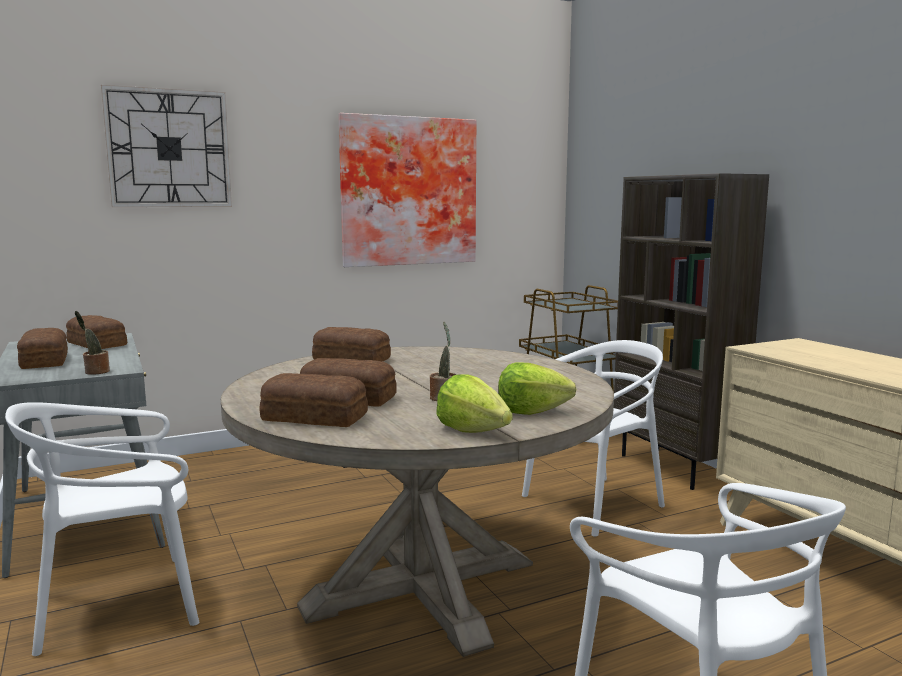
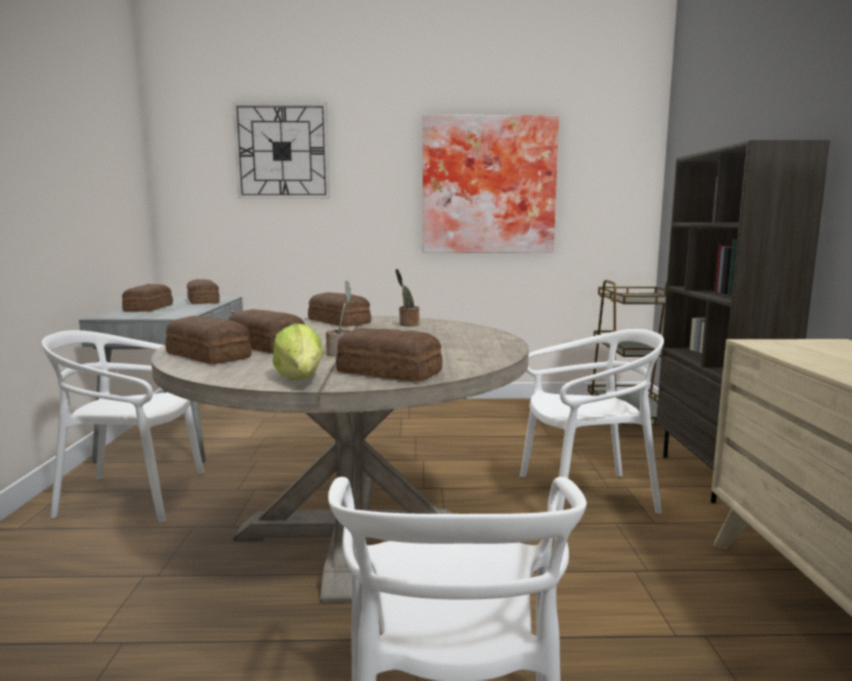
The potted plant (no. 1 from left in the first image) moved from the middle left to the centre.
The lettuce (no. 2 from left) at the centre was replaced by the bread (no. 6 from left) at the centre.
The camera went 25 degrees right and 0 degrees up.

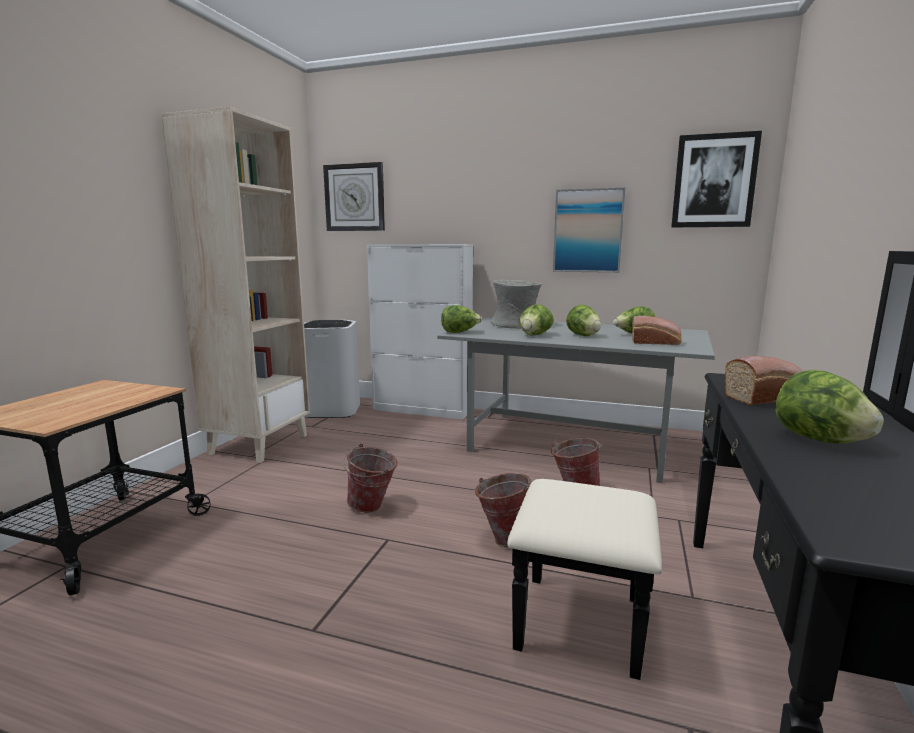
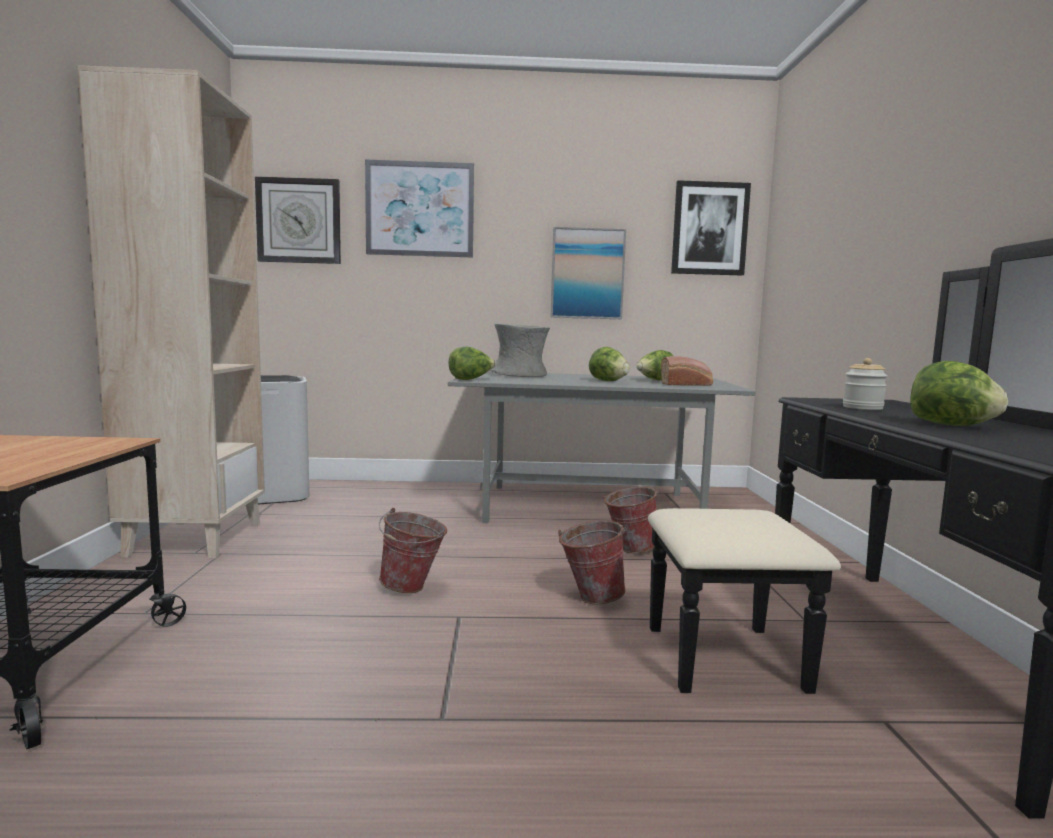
The white cabinet at the centre disappeared.
The lettuce (no. 2 from left) at the centre disappeared.
The bread (no. 2 from left) at the middle right was replaced by the jar at the middle right.
The picture (no. 1 from left) at the top centre appeared.
The camera went 20 degrees left and 5 degrees down.

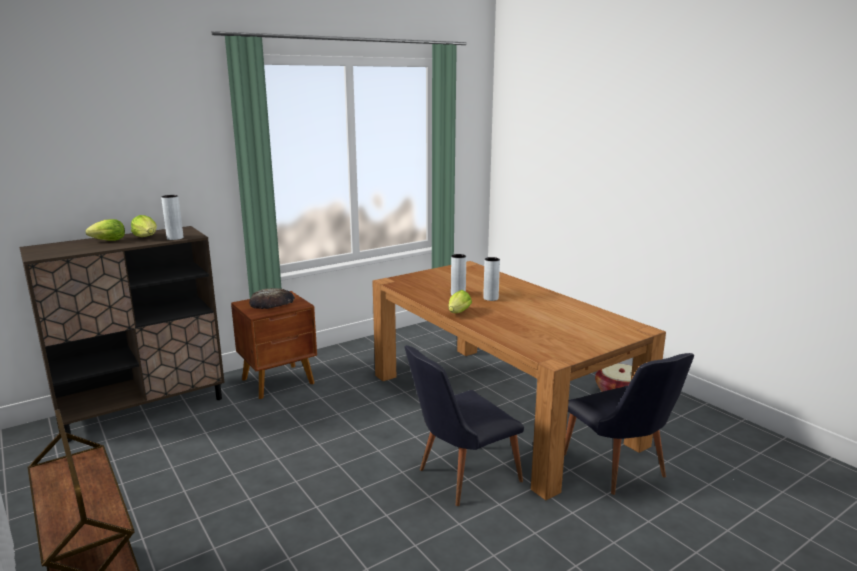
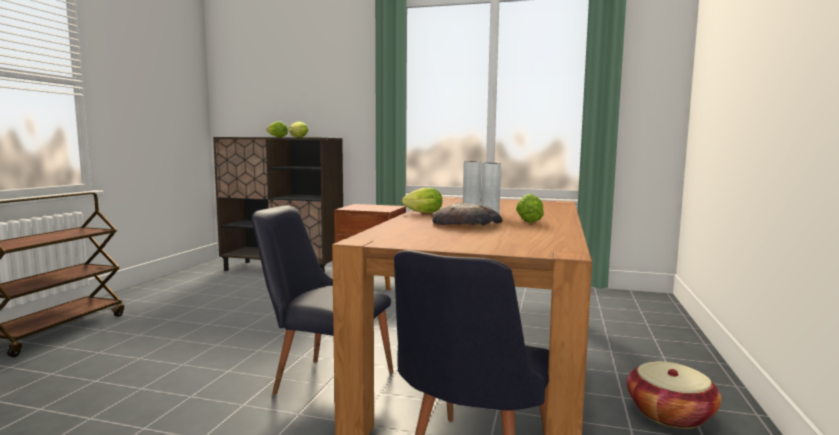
The grey vase (no. 1 from left) at the middle left disappeared.
The bread moved from the middle left to the centre.
The lettuce (no. 4 from left) at the centre appeared.
The camera went 50 degrees right and 10 degrees down.

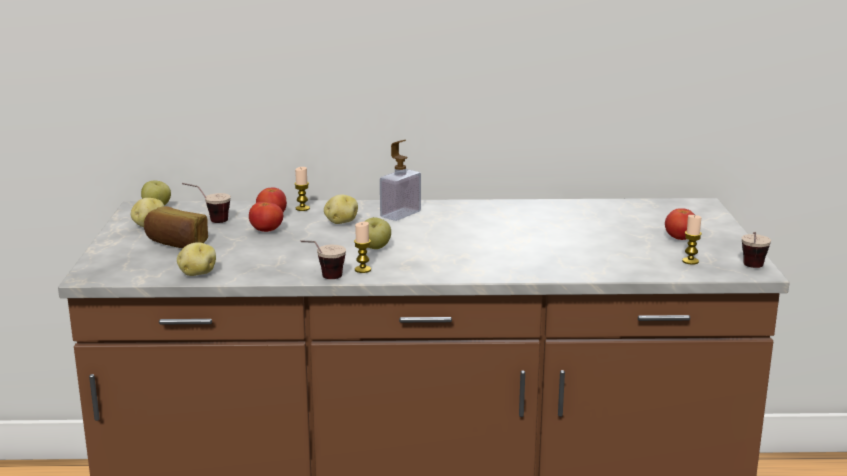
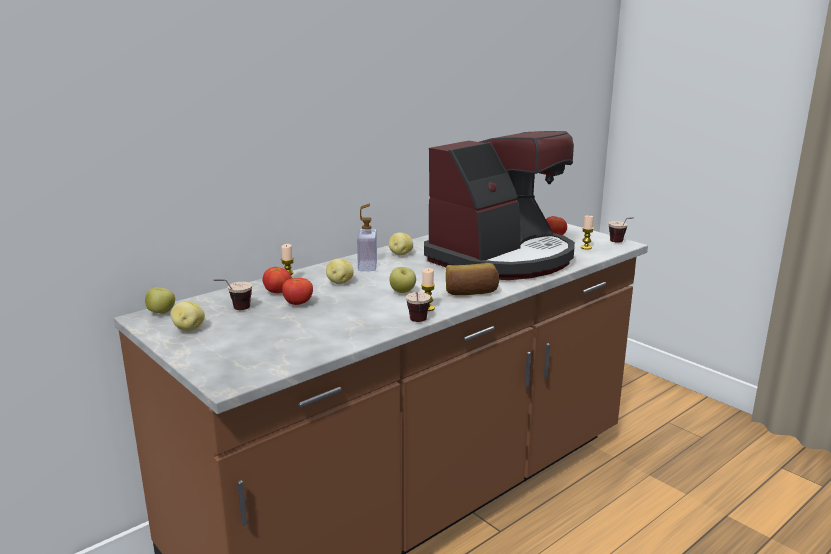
The bread moved from the middle left to the centre.
The potato (no. 2 from left in the first image) moved from the middle left to the centre.
The coffee machine at the centre appeared.
The camera went 40 degrees left and 0 degrees up.

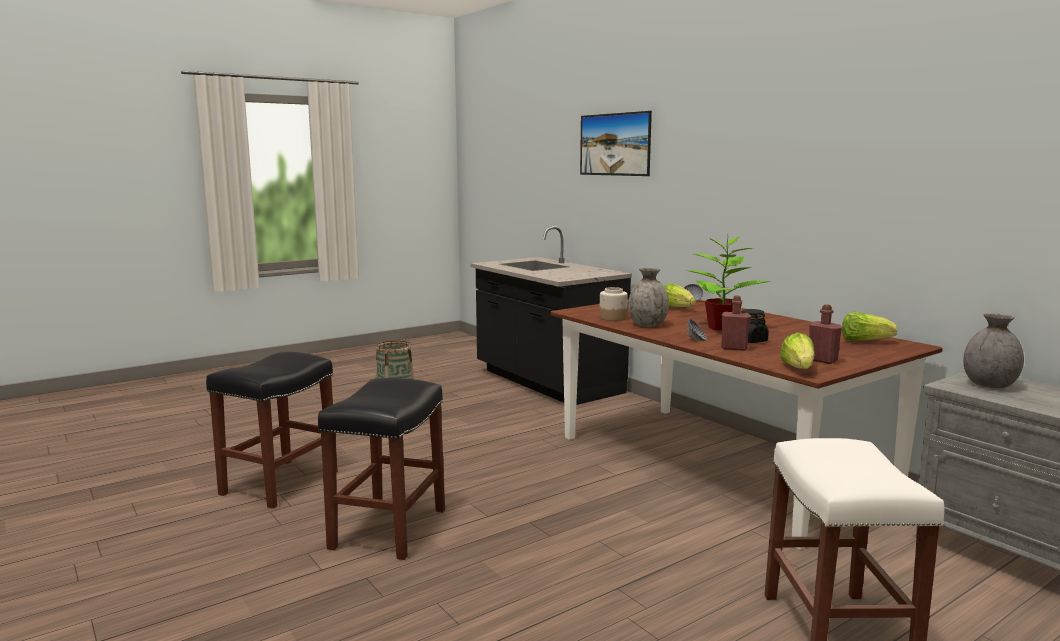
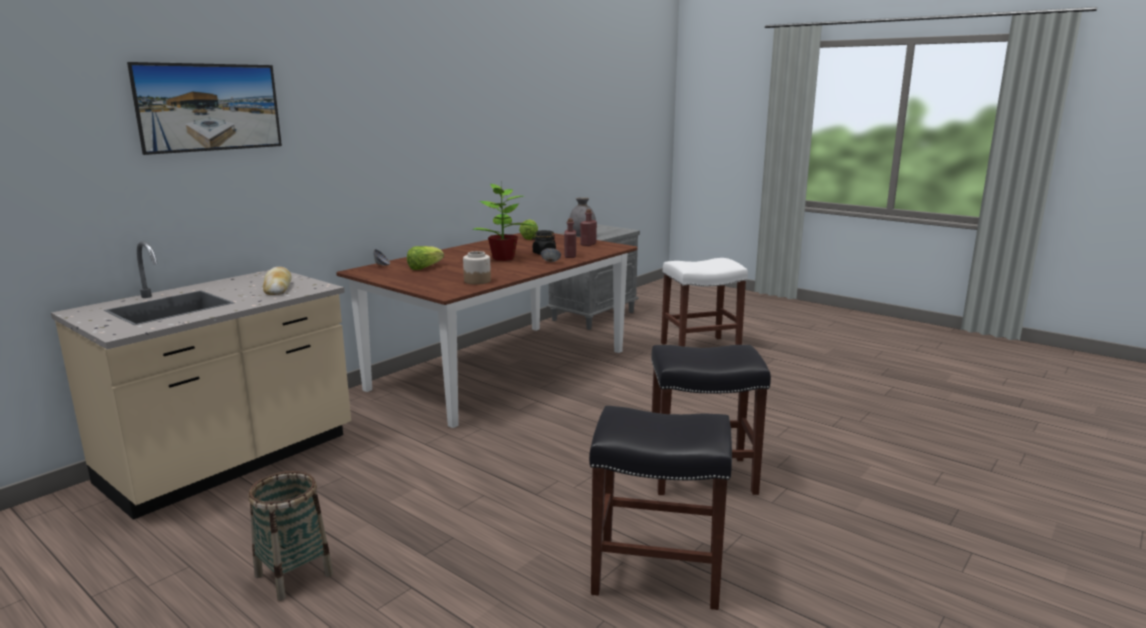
The black counter at the centre became the beige counter at the middle left.
The grey vase (no. 1 from left) at the centre disappeared.
The lettuce (no. 2 from left) at the middle right disappeared.
The bread at the middle left appeared.
The camera went 105 degrees left and 5 degrees up.

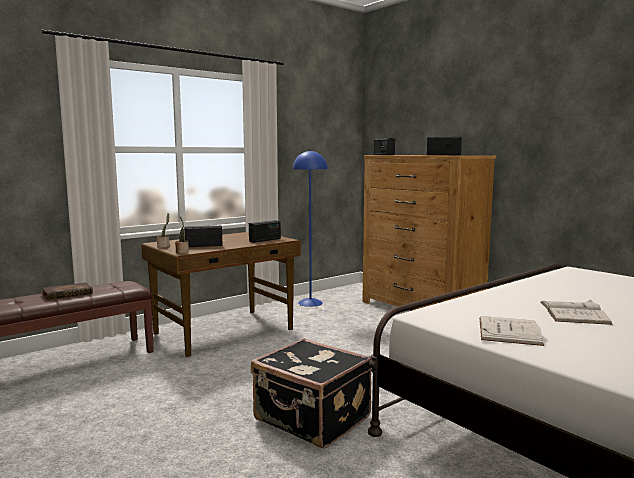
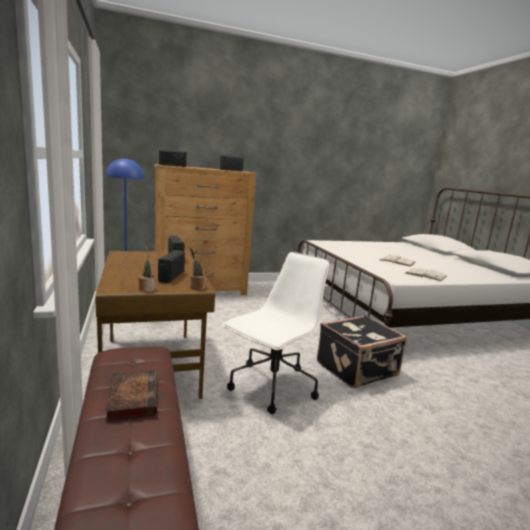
The white office chair at the centre appeared.
The camera went 70 degrees left and 5 degrees up.

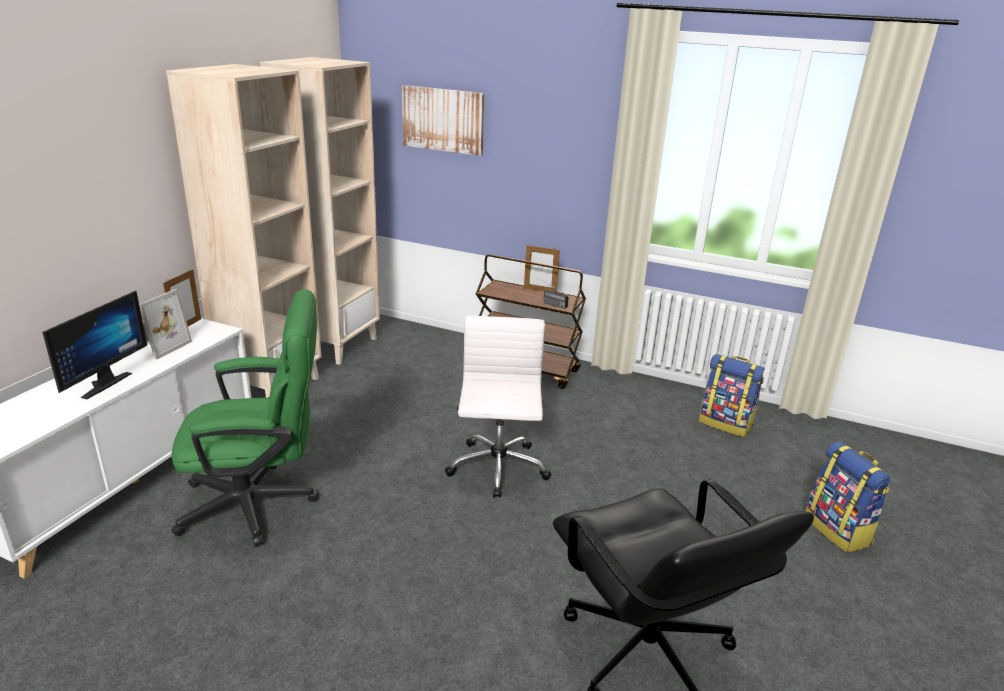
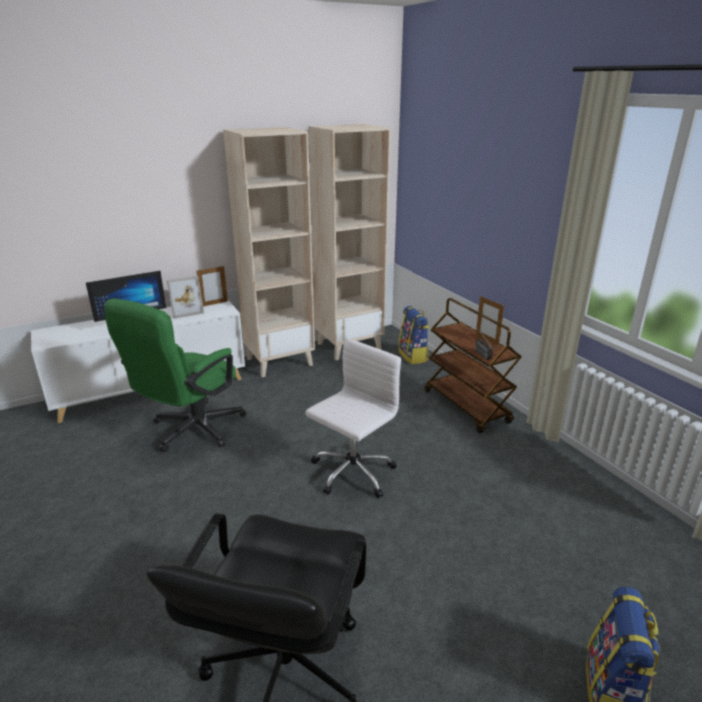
The picture at the top centre disappeared.
The green office chair at the middle left turned 90 degrees clockwise.
The backpack (no. 1 from left) moved from the middle right to the centre.
The camera went 40 degrees right and 0 degrees up.

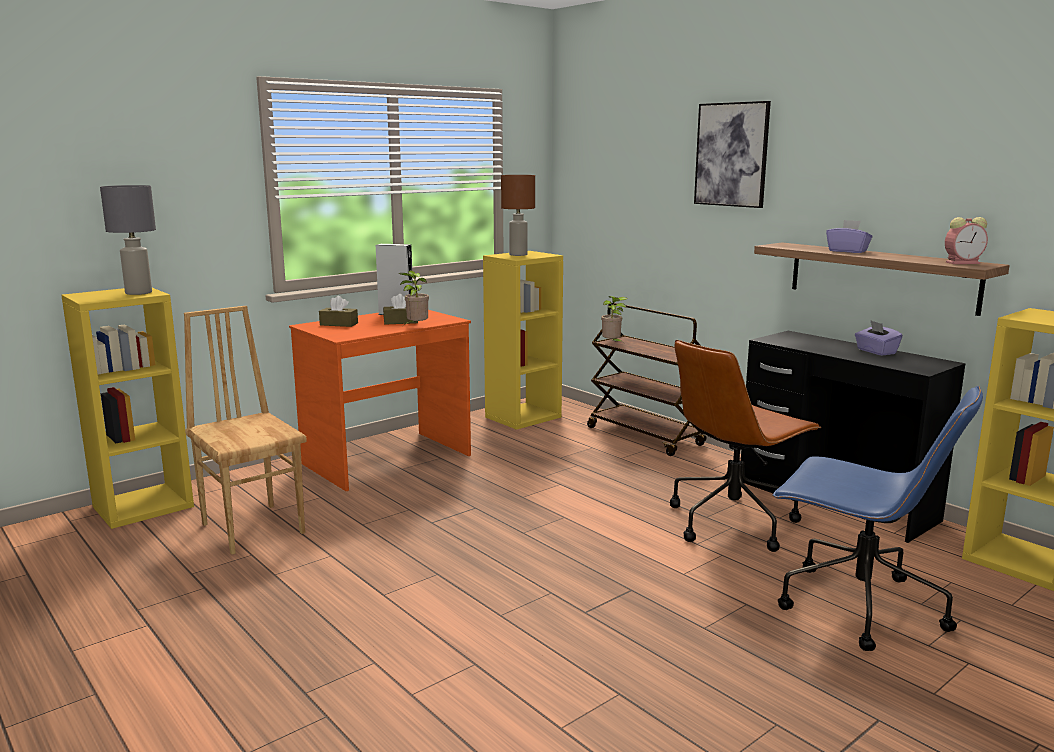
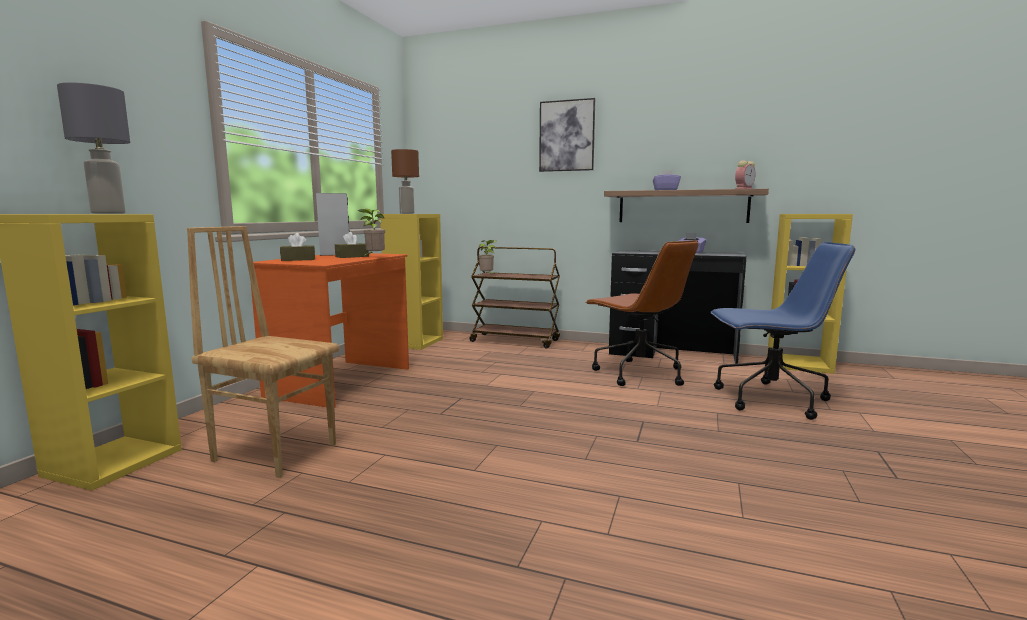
The brown office chair at the middle right turned 60 degrees counterclockwise.
The camera went 30 degrees left and 5 degrees down.

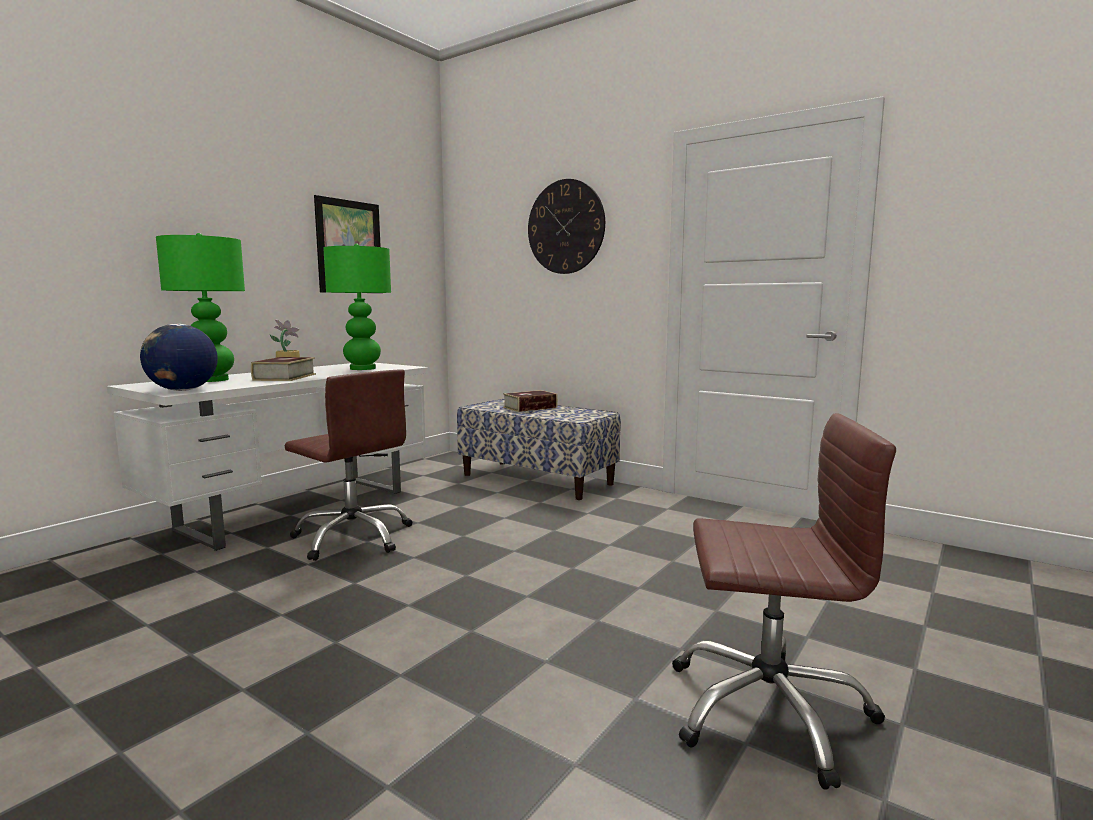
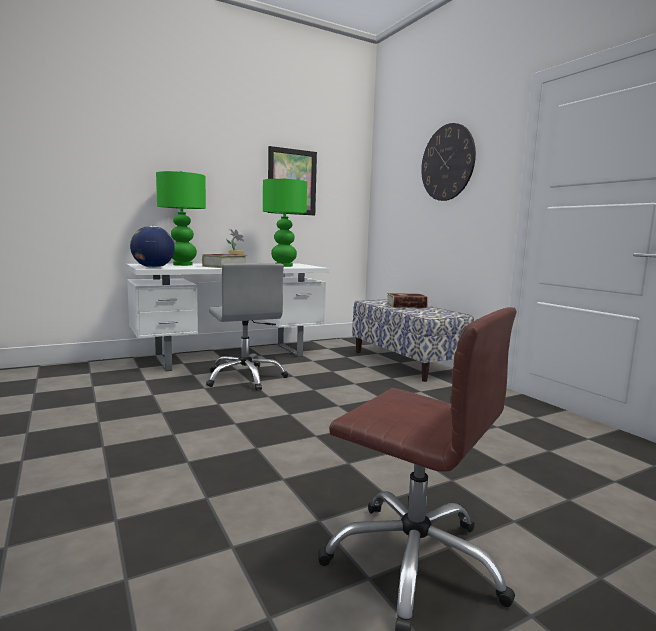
The brown office chair (no. 1 from left) at the middle left became the grey office chair at the centre.
The camera went 25 degrees right and 0 degrees up.

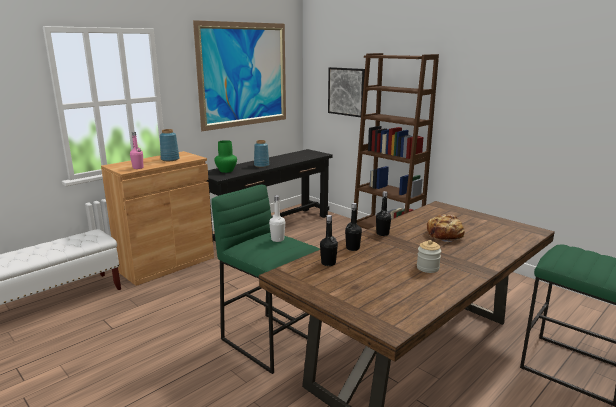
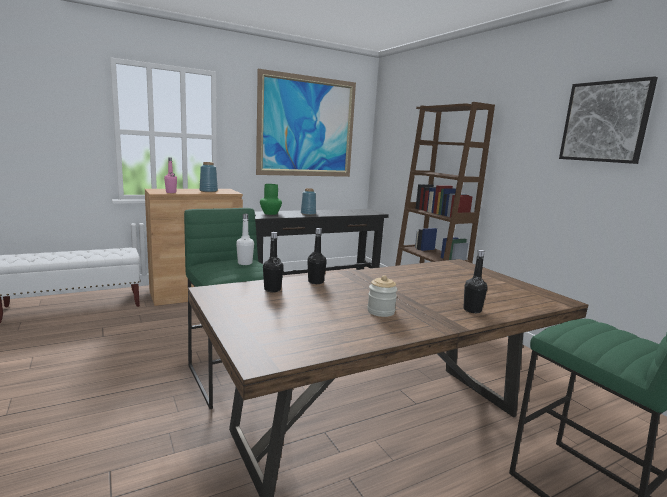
The picture (no. 2 from left) moved from the top centre to the top right.
The black bottle (no. 3 from left) moved from the centre to the middle right.
The bread at the middle right disappeared.
The camera went 15 degrees right and 5 degrees down.

